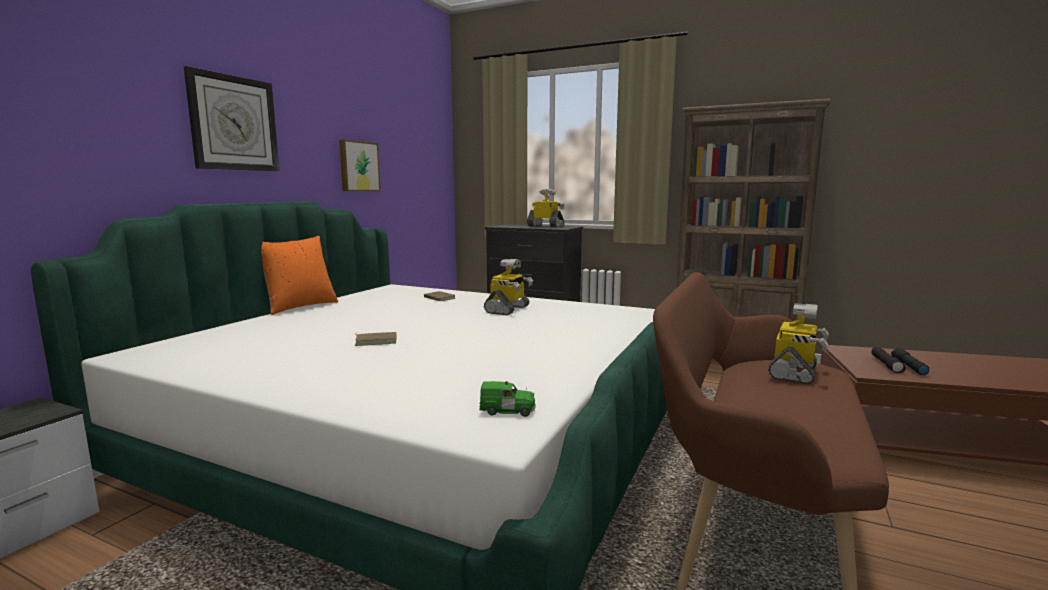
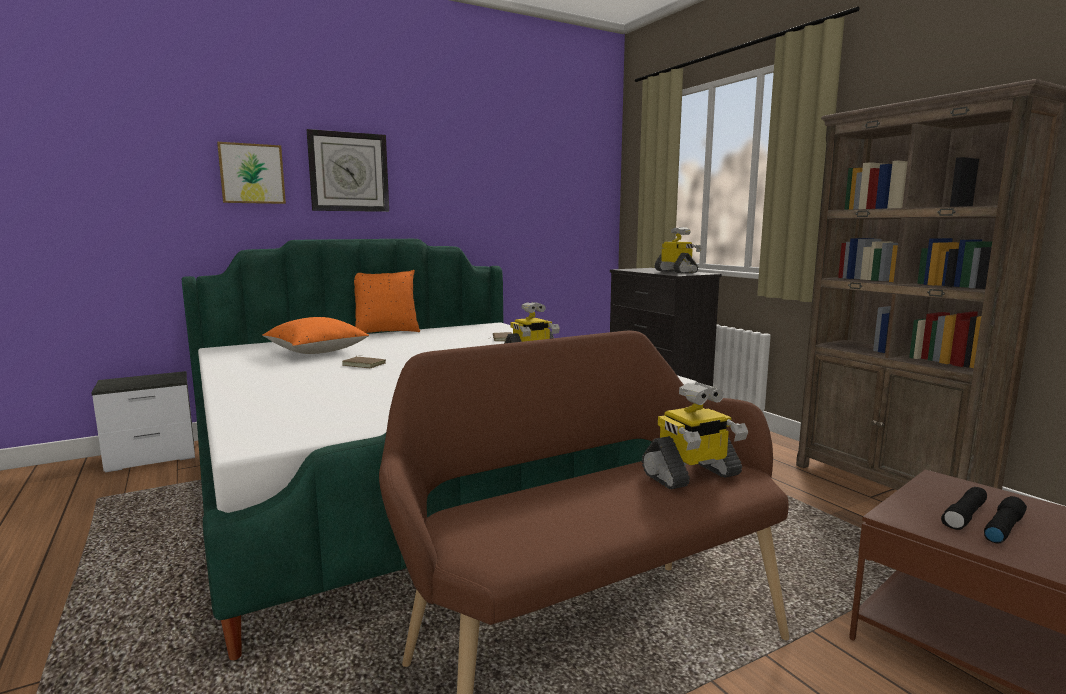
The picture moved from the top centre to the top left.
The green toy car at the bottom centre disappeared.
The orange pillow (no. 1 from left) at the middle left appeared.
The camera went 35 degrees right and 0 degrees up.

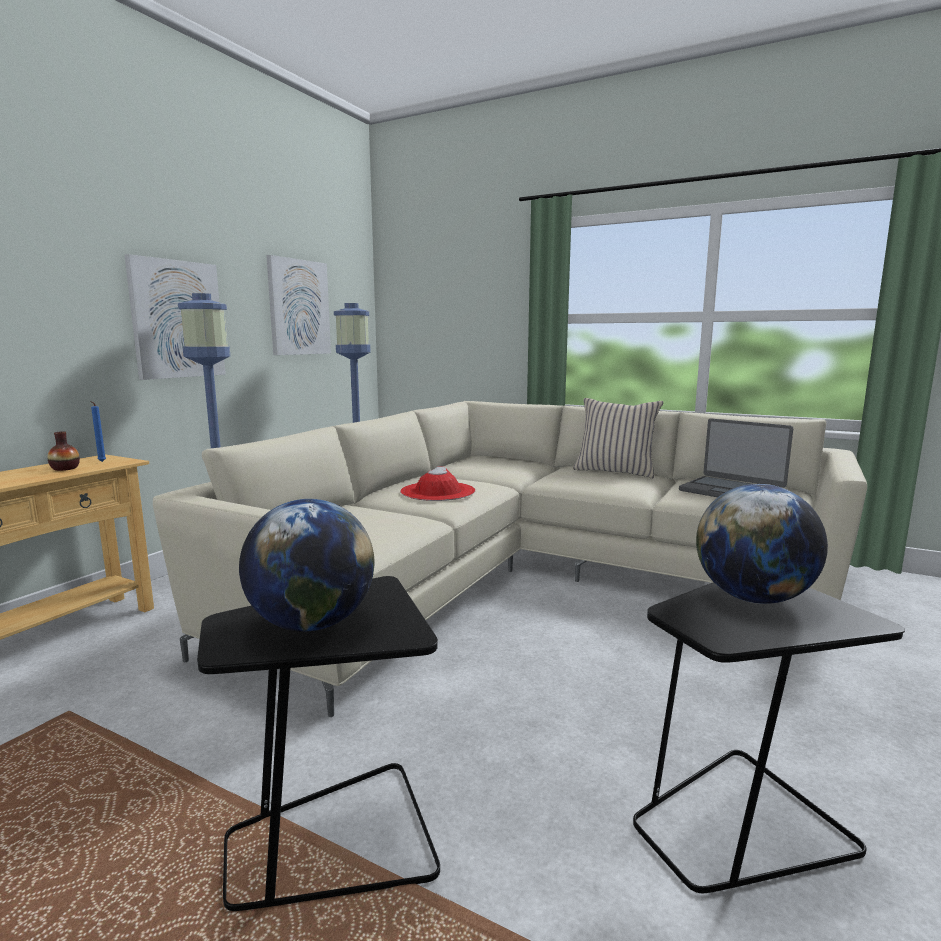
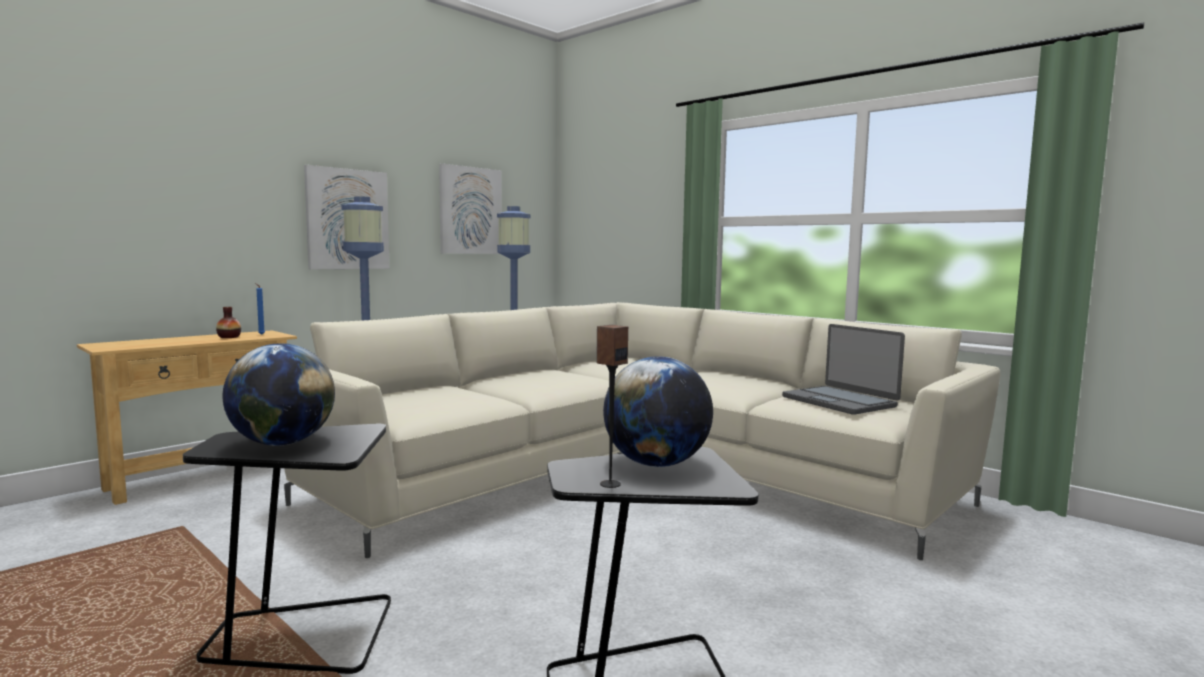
The beige pillow at the centre disappeared.
The red hat at the centre disappeared.
The speaker at the centre appeared.
The camera went 15 degrees right and 5 degrees down.

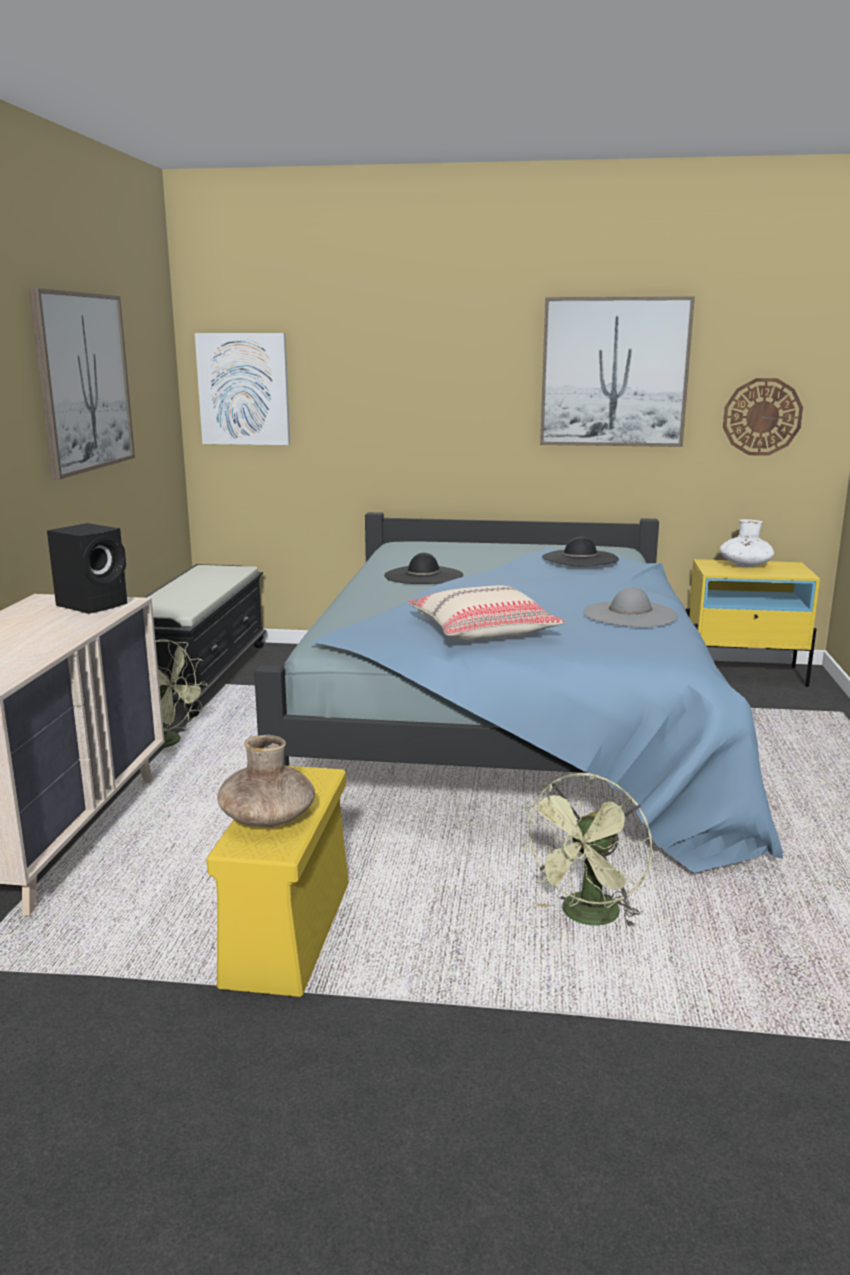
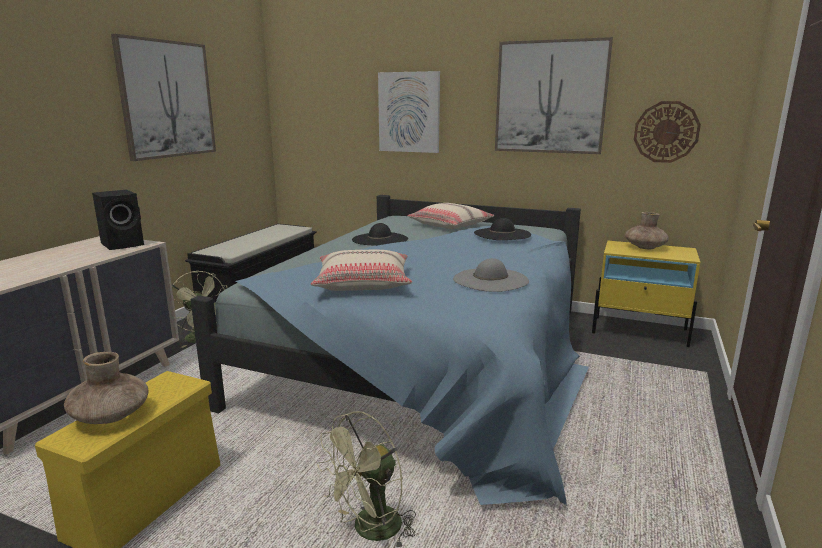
The picture (no. 2 from left) moved from the top left to the top centre.
The white vase at the middle right became the brown vase (no. 2 from left) at the middle right.
The beige pillow (no. 2 from left) at the centre appeared.
The camera went 15 degrees right and 0 degrees up.

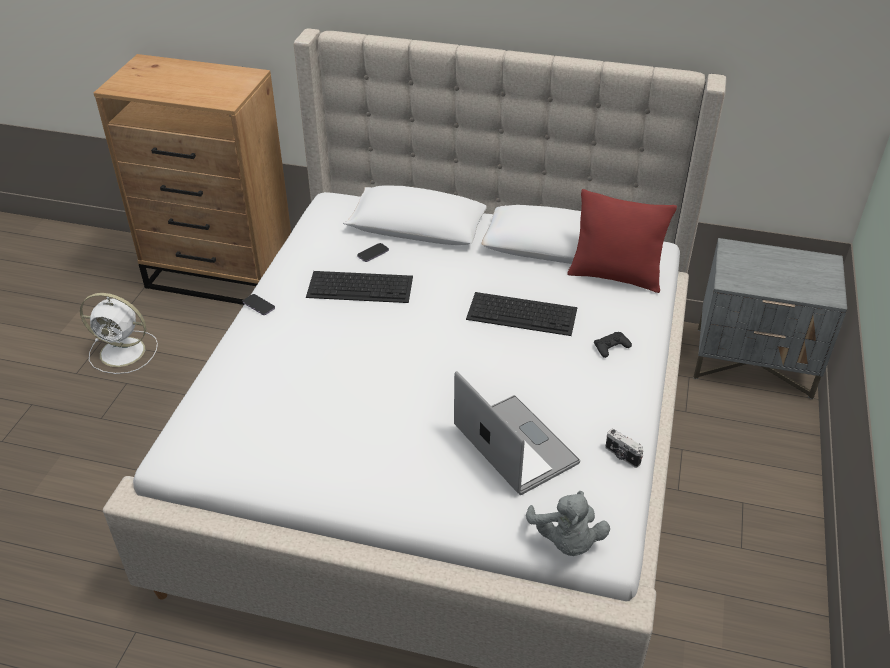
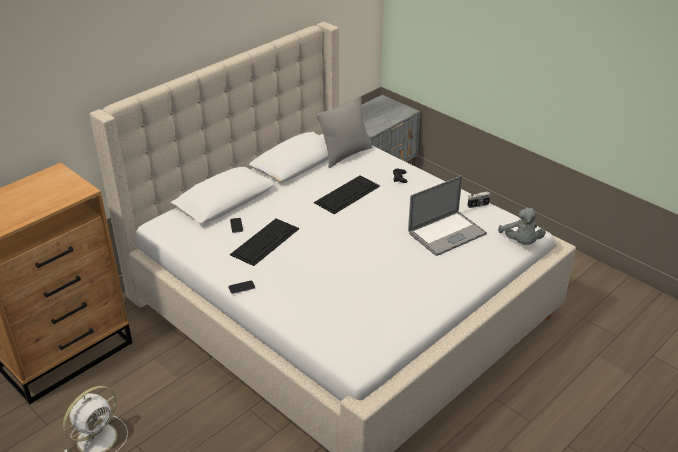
The red pillow at the middle right became the grey pillow at the top centre.
The laptop at the centre turned 150 degrees clockwise.
The grey plush toy at the bottom centre turned 60 degrees clockwise.
The camera went 60 degrees left and 5 degrees down.

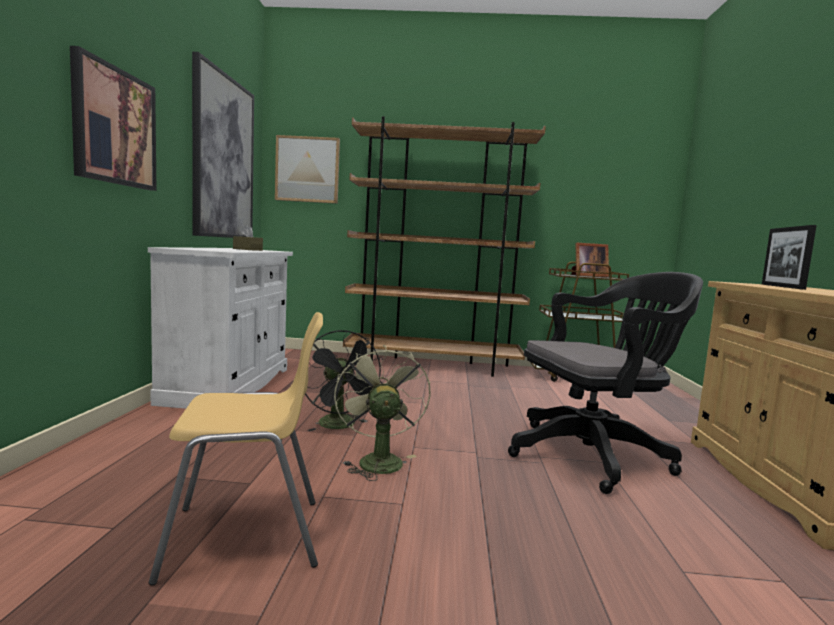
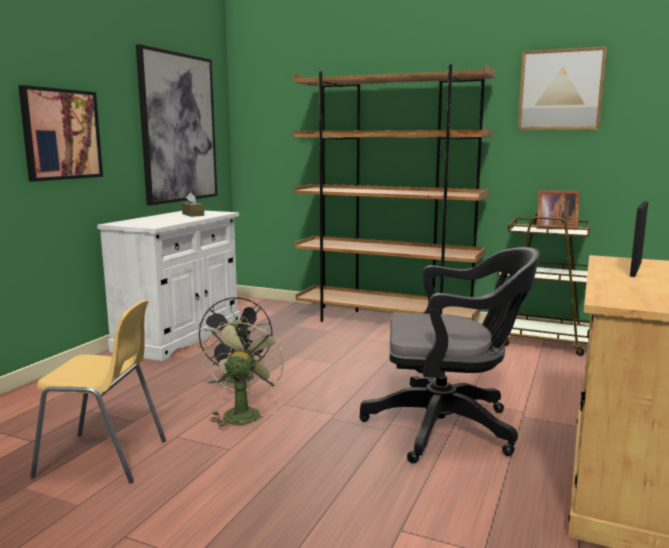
The picture (no. 3 from left) moved from the top centre to the top right.
The camera went 20 degrees right and 5 degrees up.

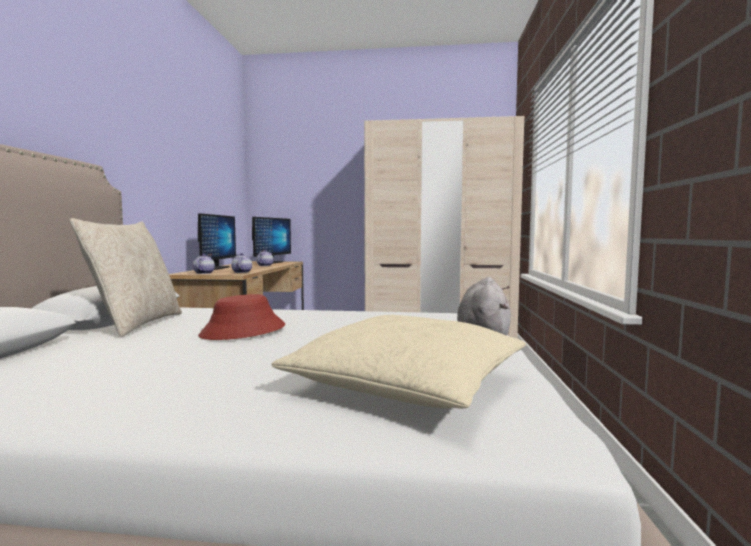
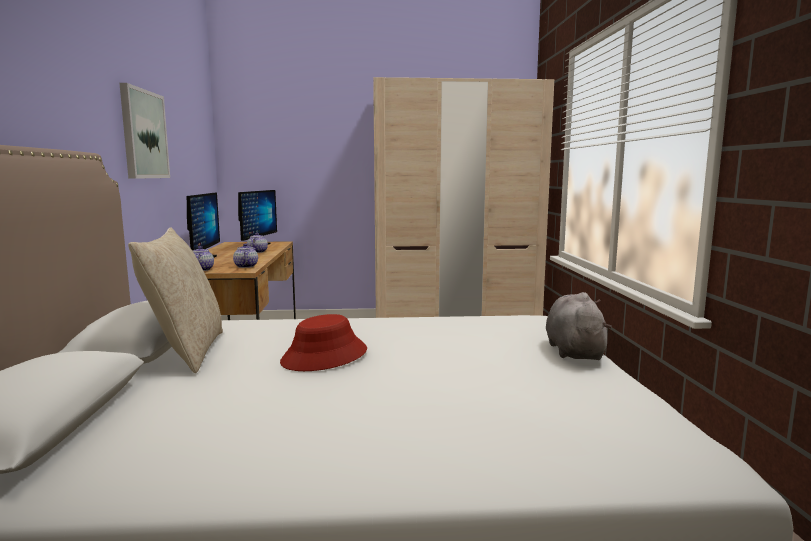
The beige pillow (no. 2 from left) at the centre disappeared.
The picture at the top left appeared.
The camera went 10 degrees left and 5 degrees up.

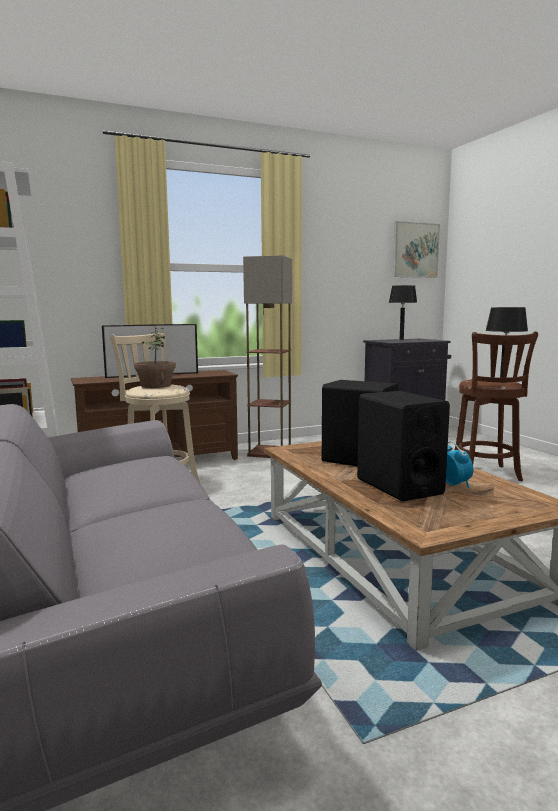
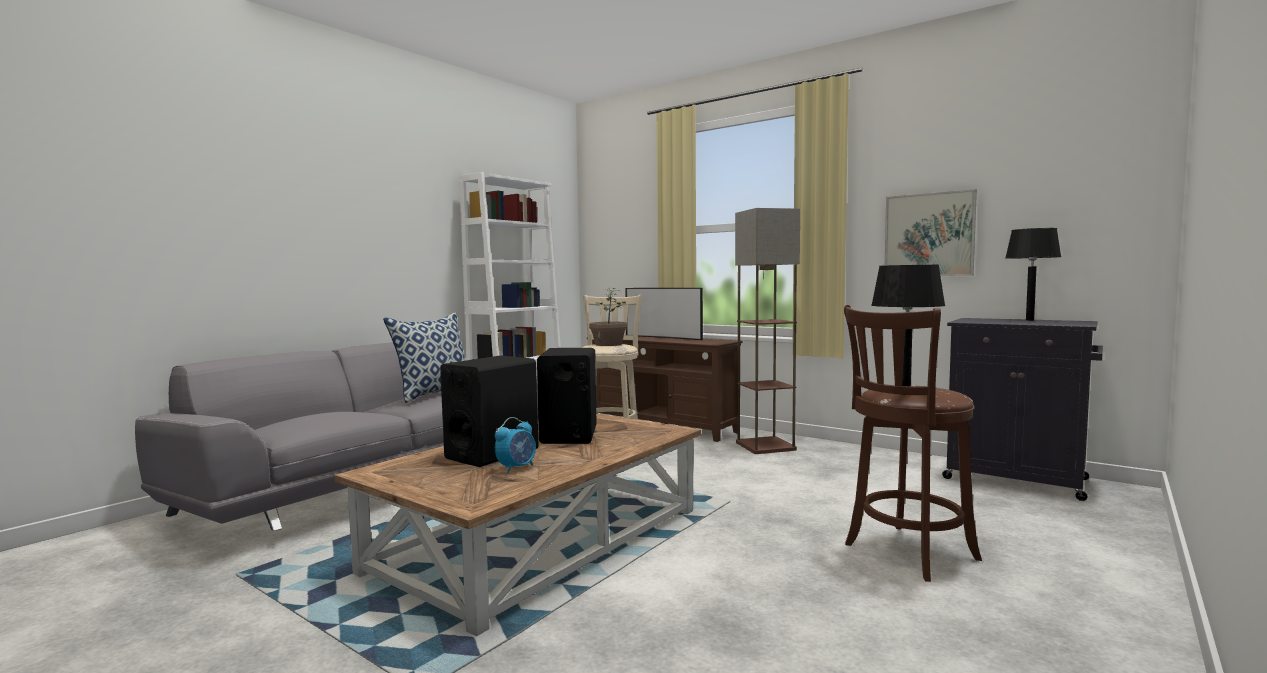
The picture moved from the top right to the middle right.
The pillow at the centre appeared.
The camera went 60 degrees right and 5 degrees down.

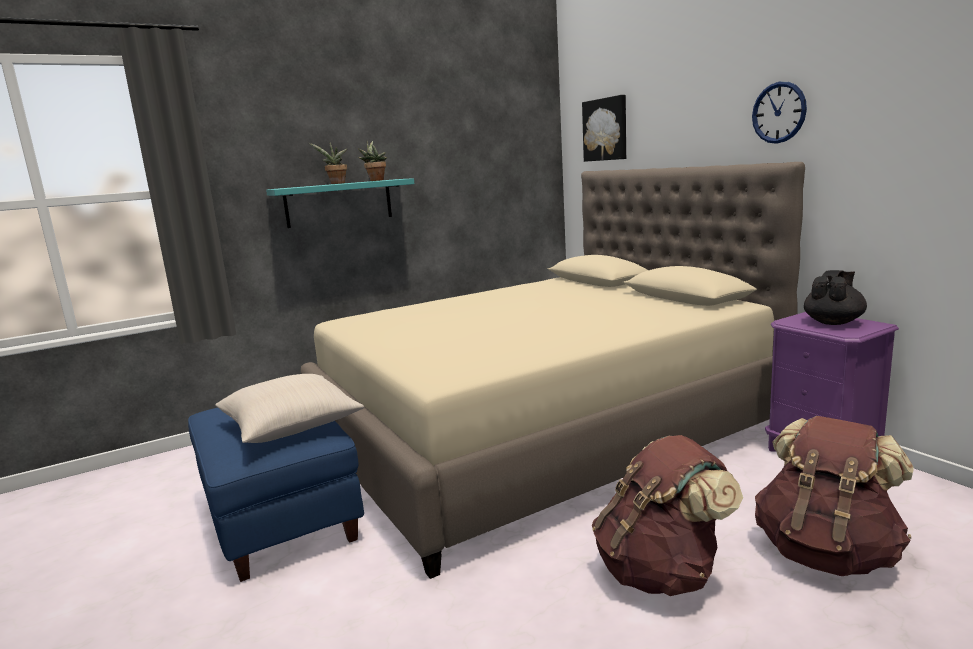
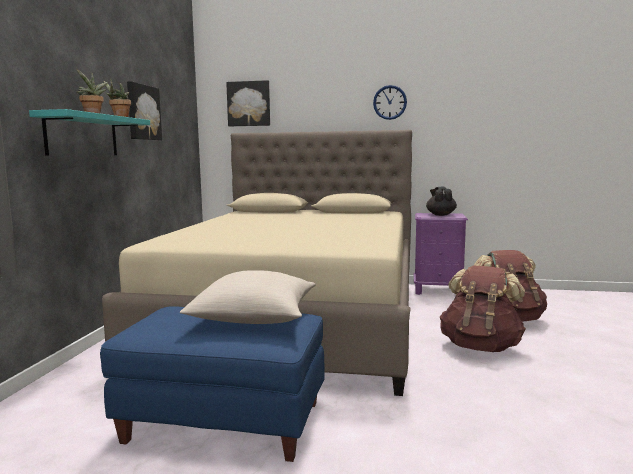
The picture (no. 1 from left) at the top left appeared.
The camera went 50 degrees left and 5 degrees down.

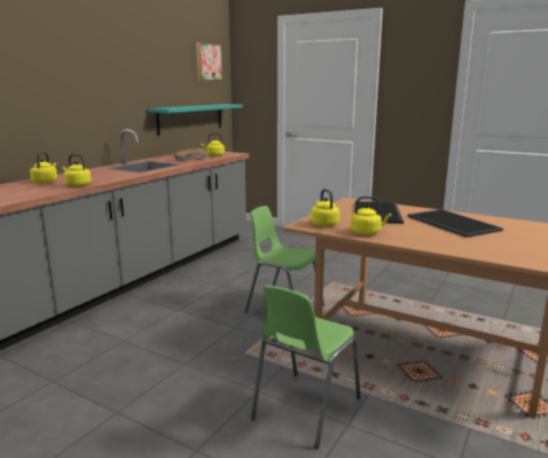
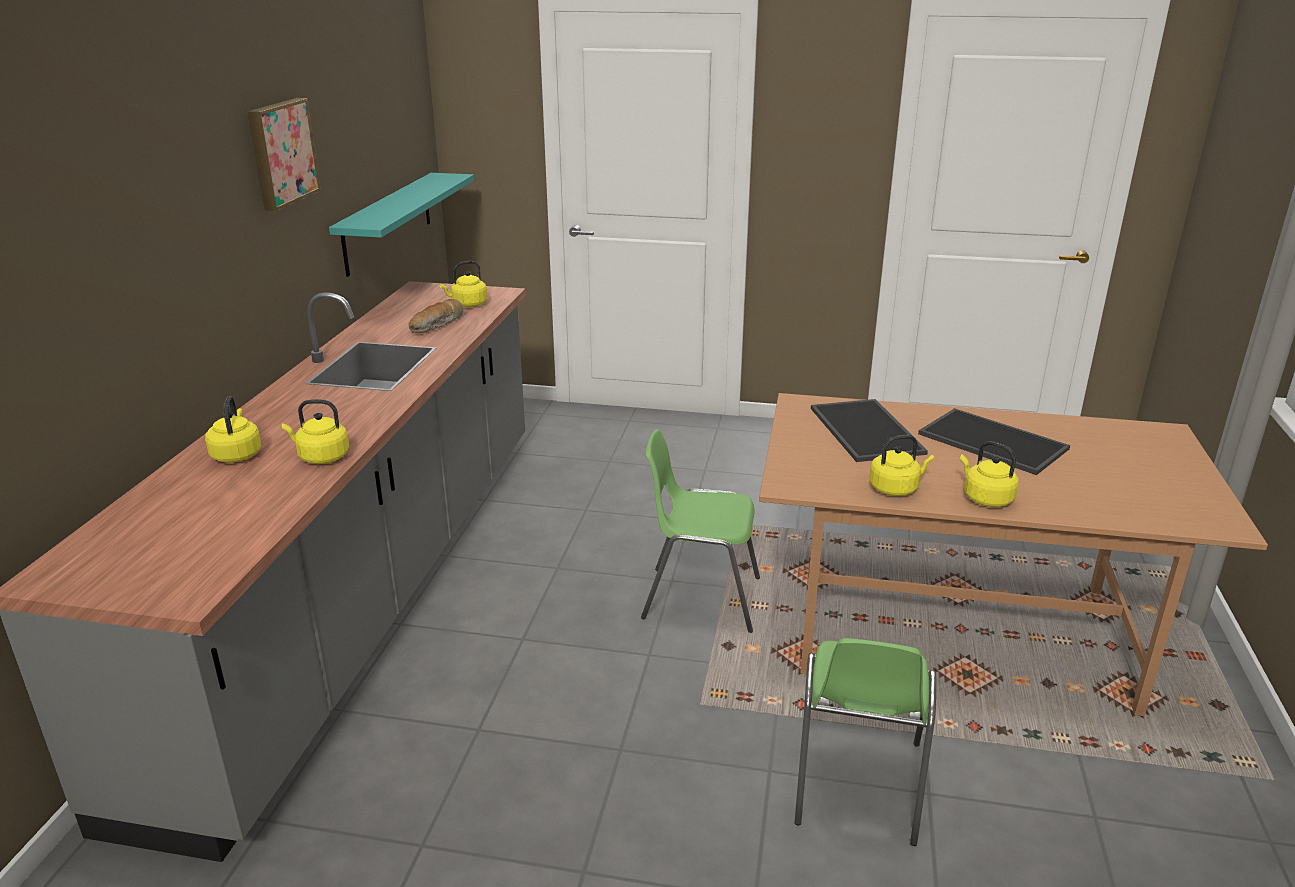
The picture moved from the top centre to the top left.
The yellow kettle (no. 4 from left in the first image) moved from the centre to the middle right.
The camera went 20 degrees left and 10 degrees up.

